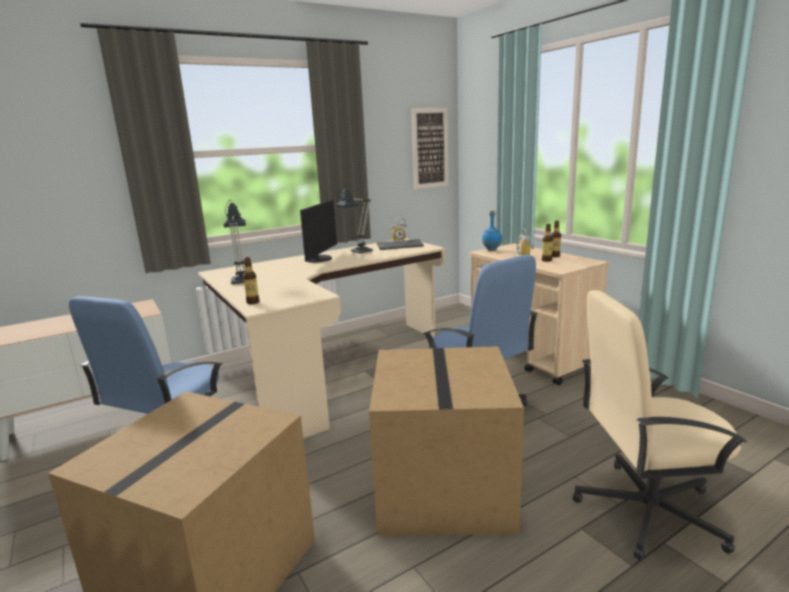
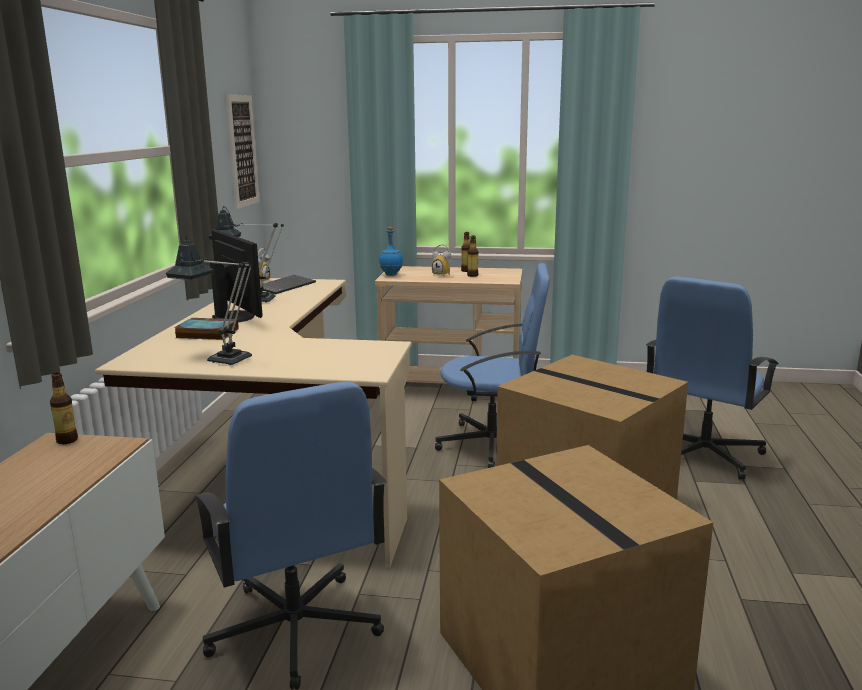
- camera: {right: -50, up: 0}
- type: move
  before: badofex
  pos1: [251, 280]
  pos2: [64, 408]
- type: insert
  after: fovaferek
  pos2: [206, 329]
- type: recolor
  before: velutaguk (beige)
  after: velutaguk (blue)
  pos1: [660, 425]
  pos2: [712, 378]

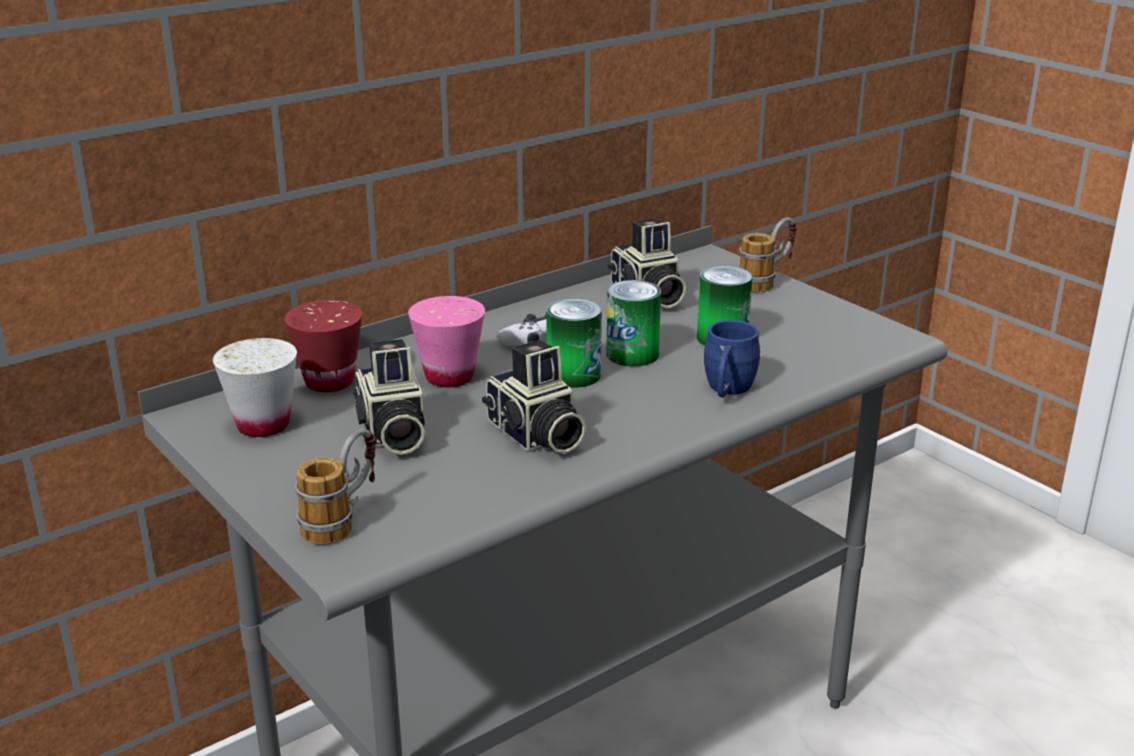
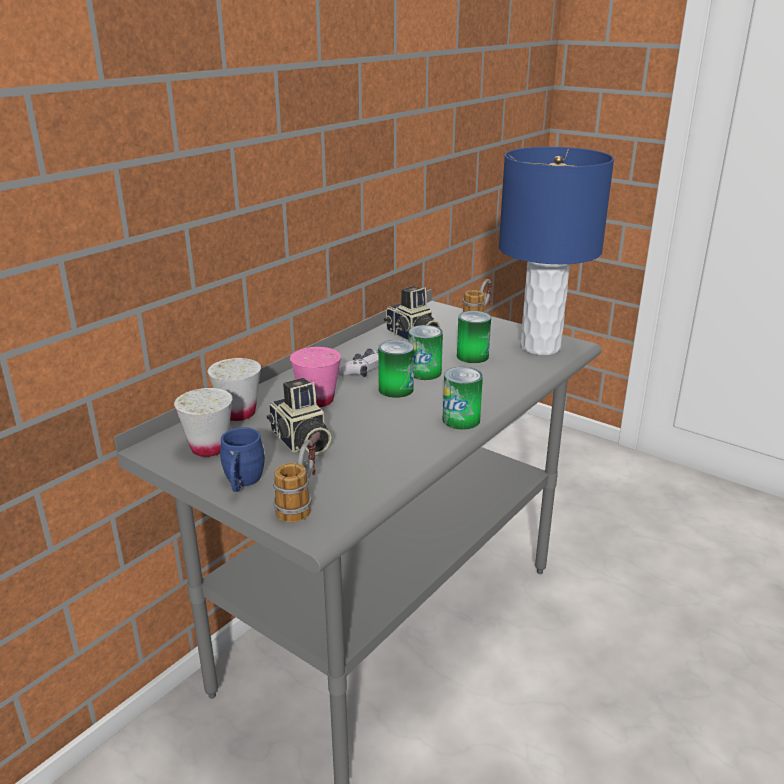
- camera: {right: -15, up: 0}
- type: recolor
  before: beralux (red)
  after: beralux (white)
  pos1: [323, 346]
  pos2: [234, 389]
- type: move
  before: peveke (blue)
  pos1: [732, 358]
  pos2: [242, 459]
- type: insert
  after: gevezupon
  pos2: [463, 398]
- type: insert
  after: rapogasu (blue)
  pos2: [556, 251]
- type: delete
  before: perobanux
  pos1: [534, 397]

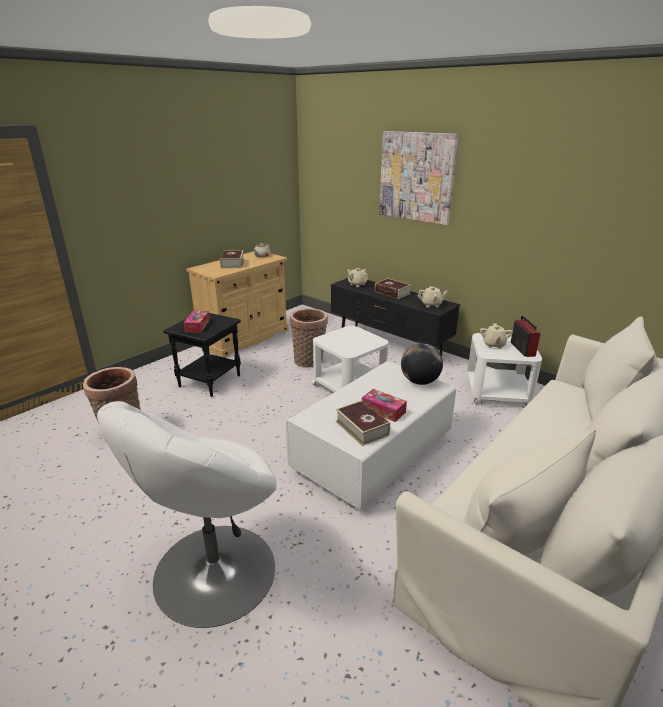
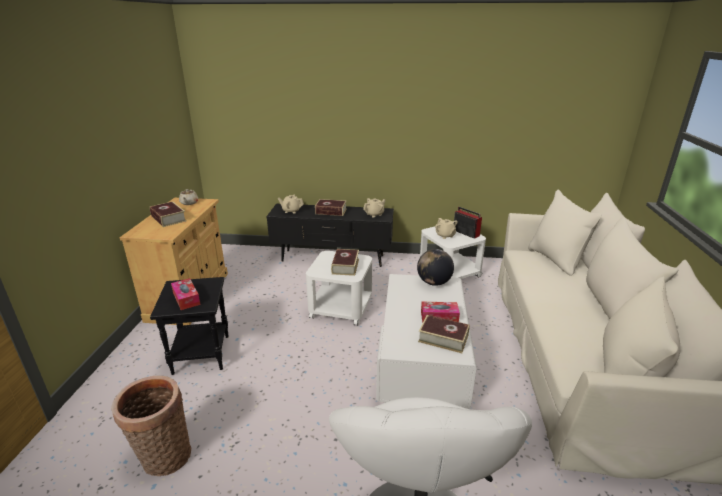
- camera: {right: -35, up: 0}
- type: insert
  after: fovaferek
  pos2: [345, 262]
- type: delete
  before: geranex
  pos1: [309, 338]
- type: delete
  before: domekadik
  pos1: [418, 178]

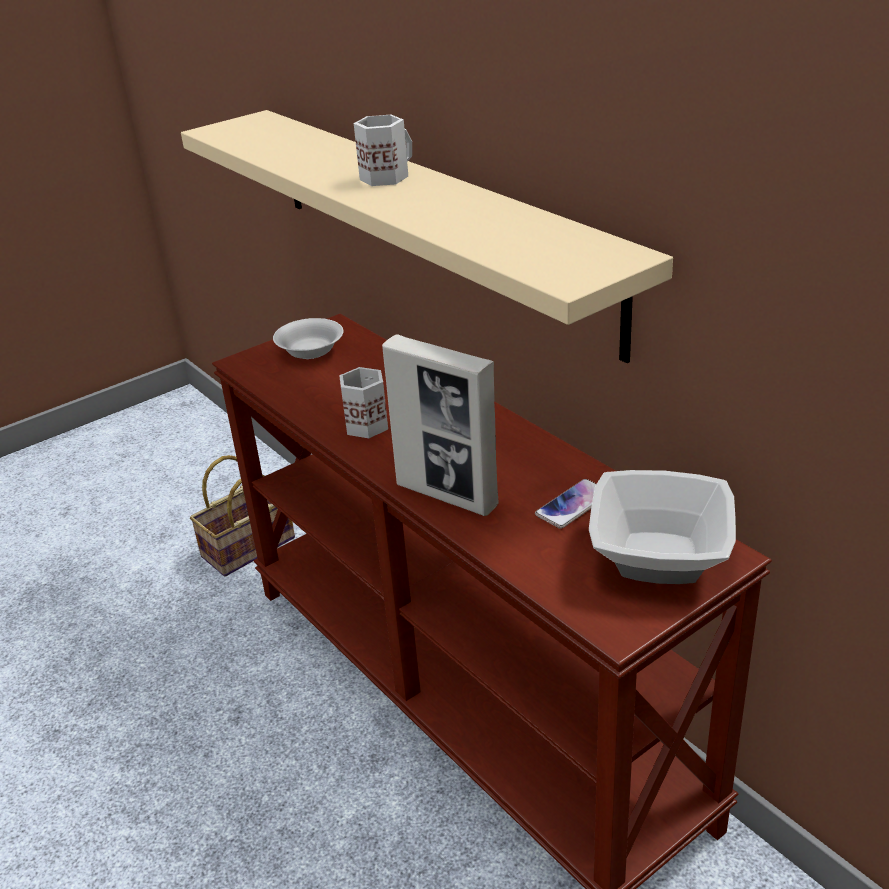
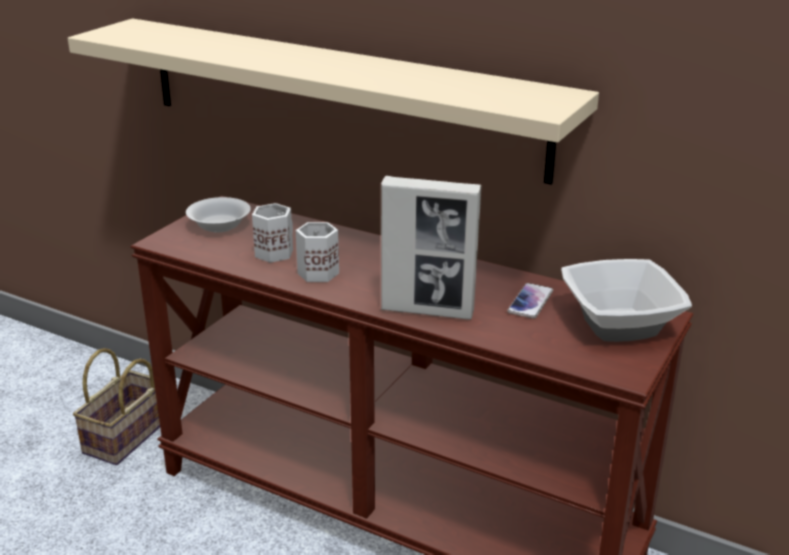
- camera: {right: -25, up: -5}
- type: move
  before: peveke (white)
  pos1: [383, 150]
  pos2: [272, 233]

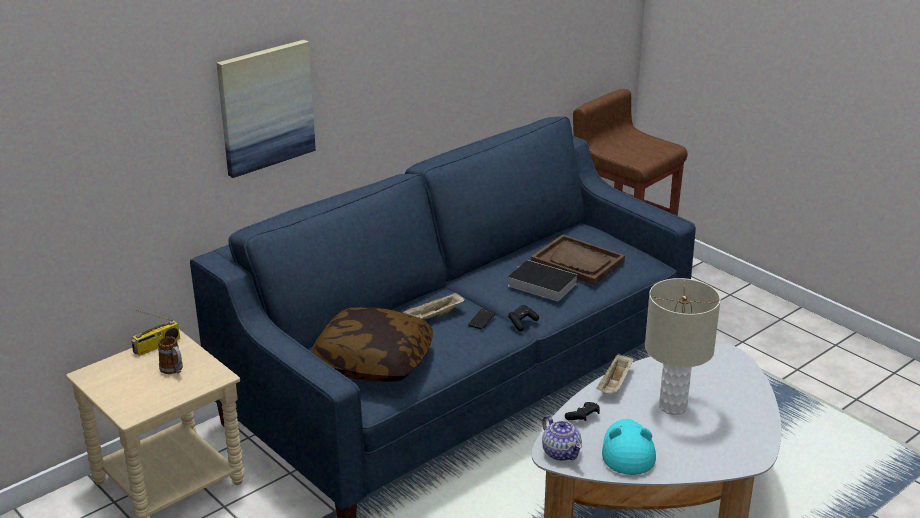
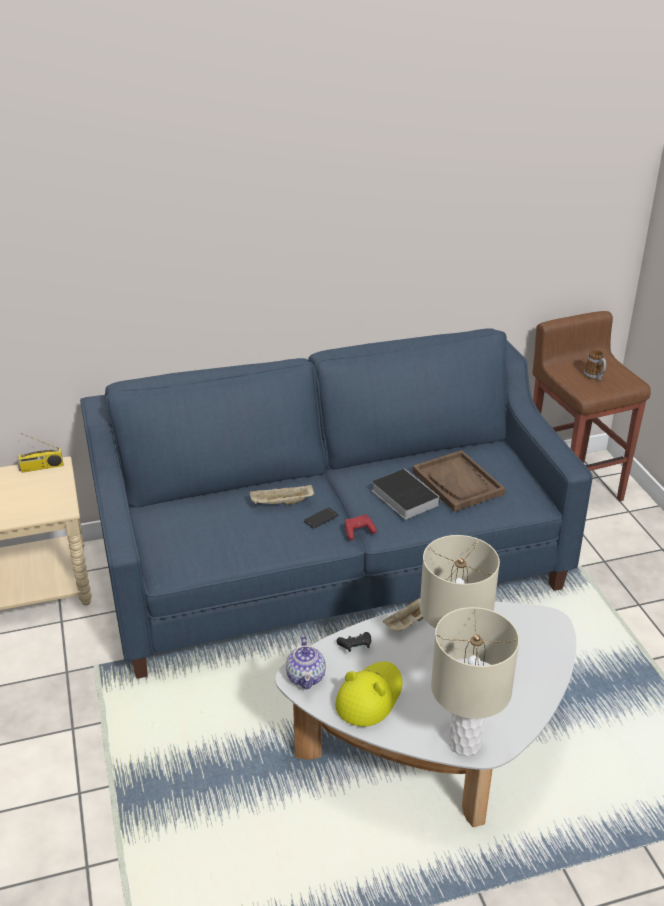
- camera: {right: 25, up: 5}
- type: recolor
  before: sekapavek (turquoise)
  after: sekapavek (yellow)
  pos1: [629, 447]
  pos2: [369, 694]
- type: recolor
  before: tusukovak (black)
  after: tusukovak (red)
  pos1: [523, 318]
  pos2: [361, 527]
- type: insert
  after: rapogasu (beige)
  pos2: [475, 681]
- type: move
  before: peveke
  pos1: [170, 355]
  pos2: [595, 364]
- type: delete
  before: domekadik
  pos1: [266, 109]
- type: delete
  before: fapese
  pos1: [372, 344]

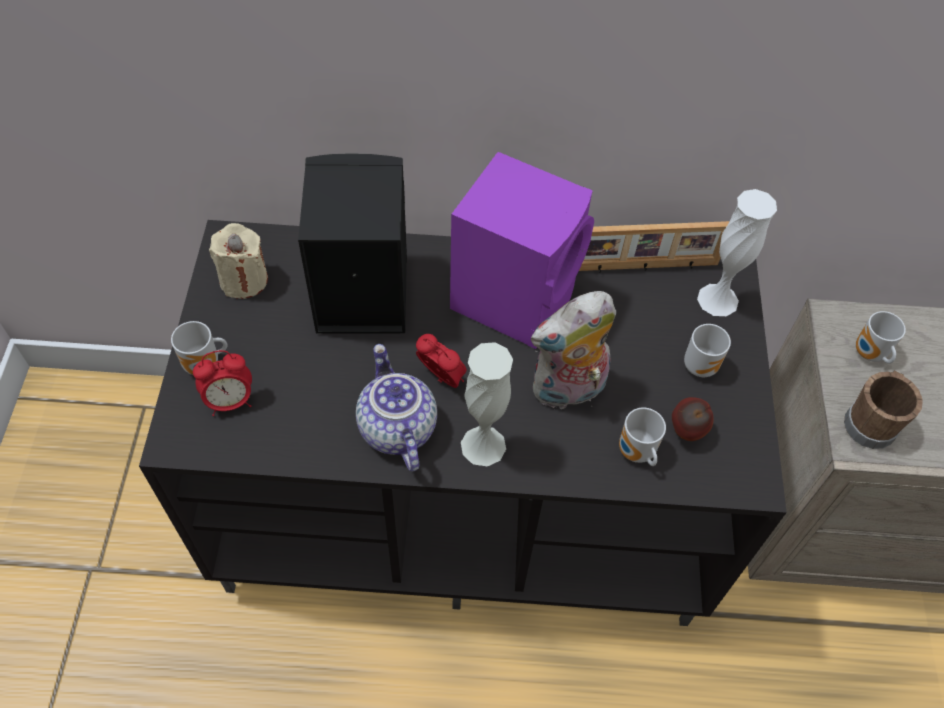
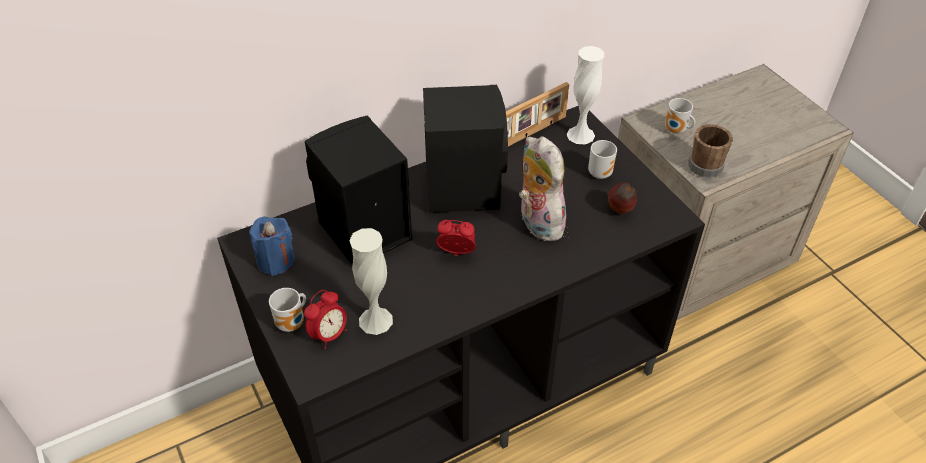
- camera: {right: -30, up: -10}
- type: recolor
  before: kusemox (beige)
  after: kusemox (blue)
  pos1: [238, 261]
  pos2: [272, 246]
- type: move
  before: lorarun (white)
  pos1: [487, 404]
  pos2: [371, 281]
- type: recolor
  before: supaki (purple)
  after: supaki (black)
  pos1: [522, 250]
  pos2: [465, 149]
- type: rotate
  before: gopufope
  pos1: [573, 350]
  pos2: [542, 188]
  turn: 120
- type: delete
  before: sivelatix
  pos1: [396, 408]
- type: delete
  before: peveke
  pos1: [642, 437]

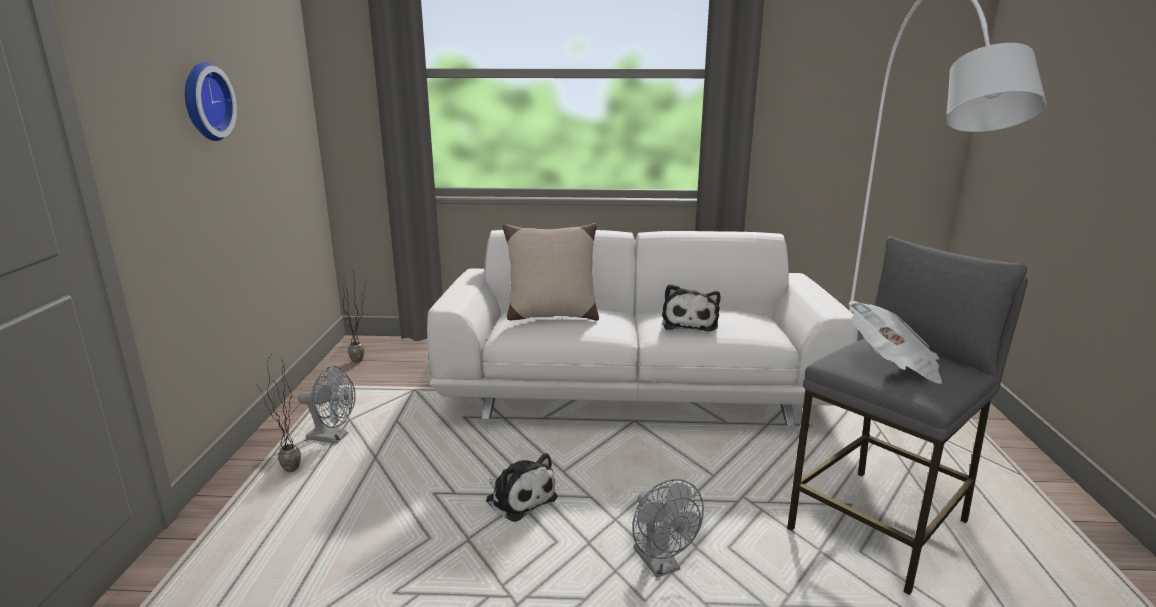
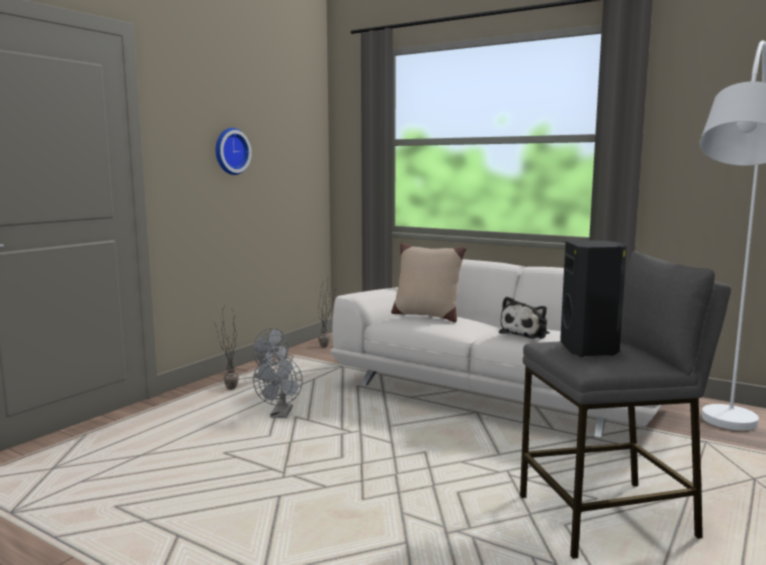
- camera: {right: 30, up: -10}
- type: move
  before: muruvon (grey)
  pos1: [668, 528]
  pos2: [278, 386]
- type: replace
  before: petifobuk
  after: supaki (black)
  pos1: [895, 342]
  pos2: [593, 298]
- type: delete
  before: gopufope
  pos1: [522, 487]

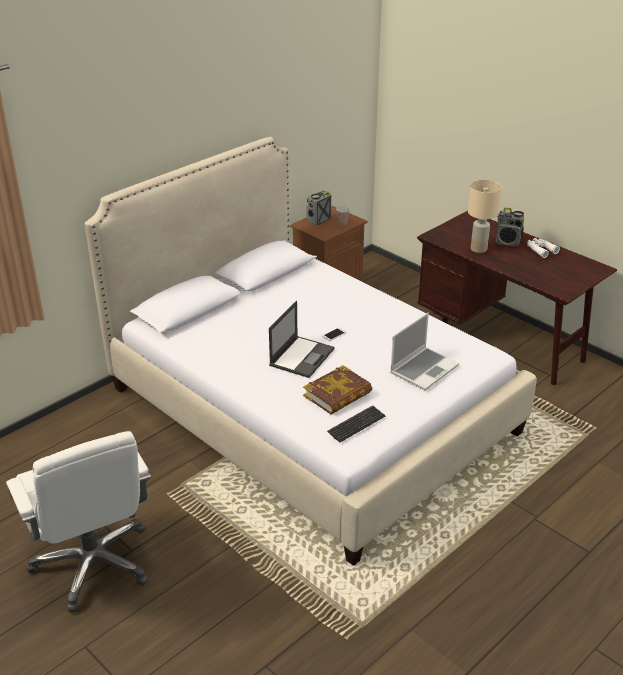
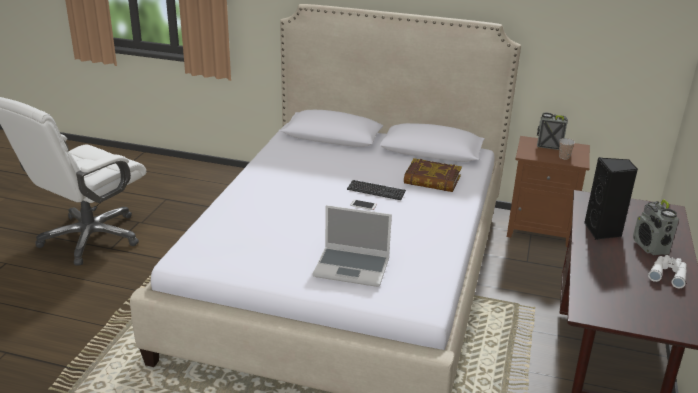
- camera: {right: 60, up: -5}
- type: move
  before: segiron
  pos1: [356, 424]
  pos2: [376, 190]
- type: move
  before: fovaferek
  pos1: [337, 389]
  pos2: [433, 175]
- type: replace
  before: rapogasu (beige)
  after: supaki (black)
  pos1: [485, 216]
  pos2: [611, 198]
- type: delete
  before: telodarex
  pos1: [301, 339]

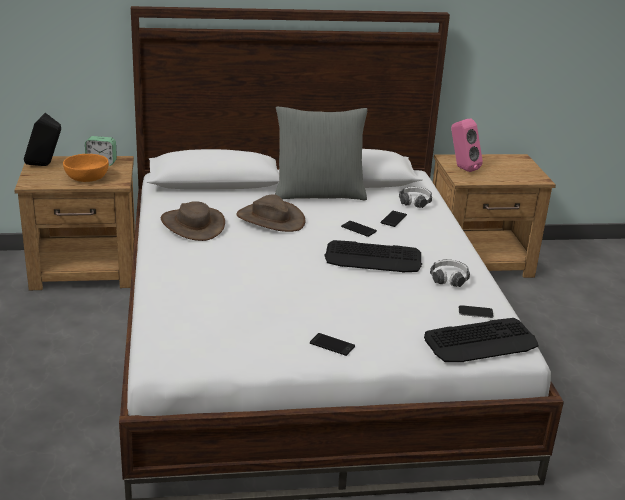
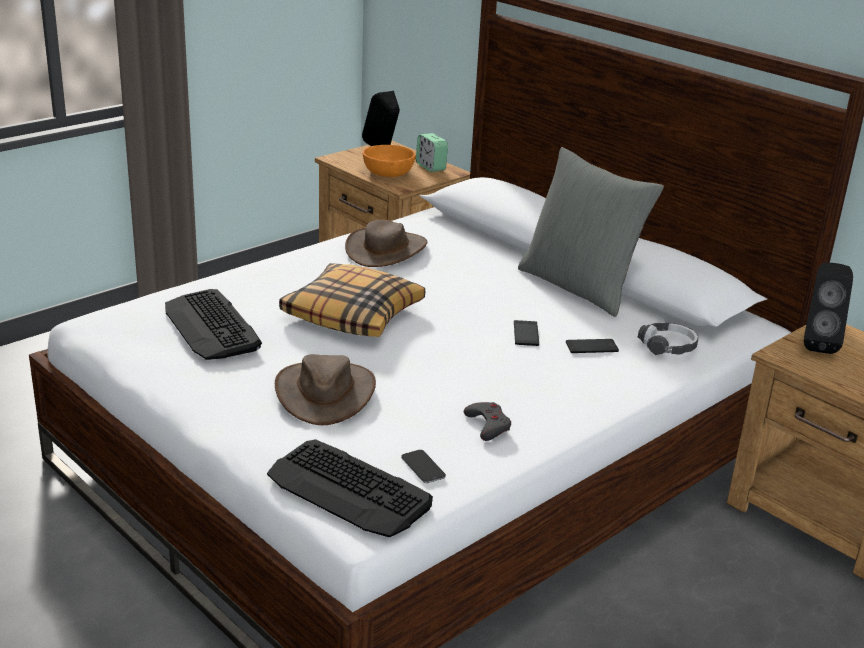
- camera: {right: 55, up: 0}
- type: move
  before: segiron
  pos1: [373, 256]
  pos2: [213, 324]
- type: move
  before: sekapavek (brown)
  pos1: [271, 213]
  pos2: [325, 389]
- type: insert
  after: fapese
  pos2: [352, 300]
- type: replace
  before: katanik
  after: tusukovak (grey)
  pos1: [450, 273]
  pos2: [487, 421]
- type: recolor
  before: supaki (pink)
  after: supaki (black)
  pos1: [467, 145]
  pos2: [828, 308]
- type: delete
  before: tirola
  pos1: [332, 344]

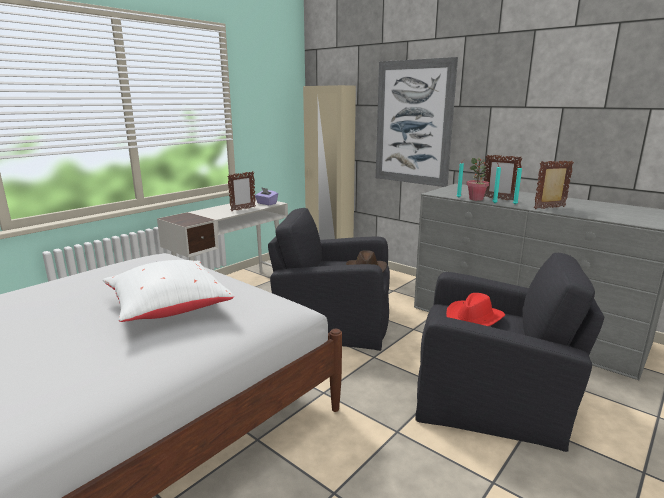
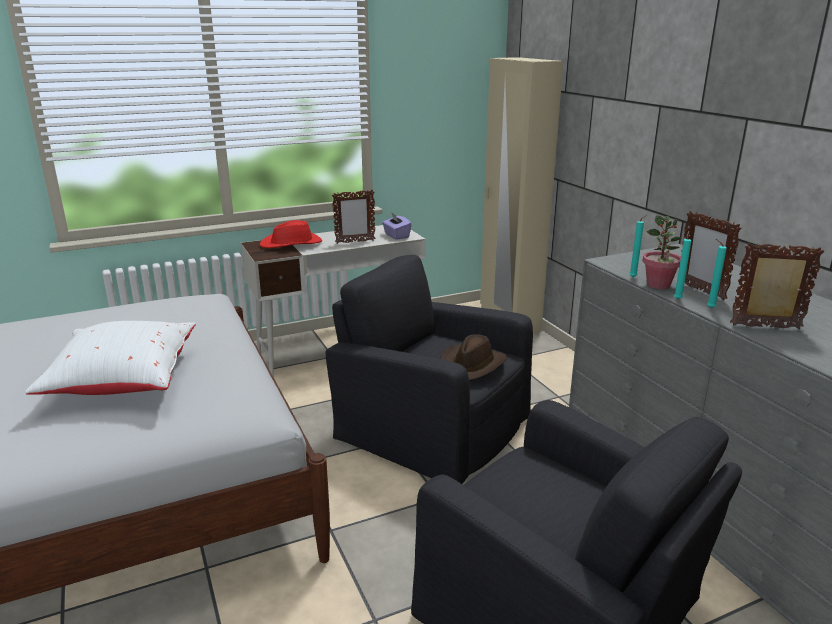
- camera: {right: 25, up: 5}
- type: move
  before: sekapavek (red)
  pos1: [475, 309]
  pos2: [291, 234]
- type: delete
  before: domekadik
  pos1: [417, 122]

